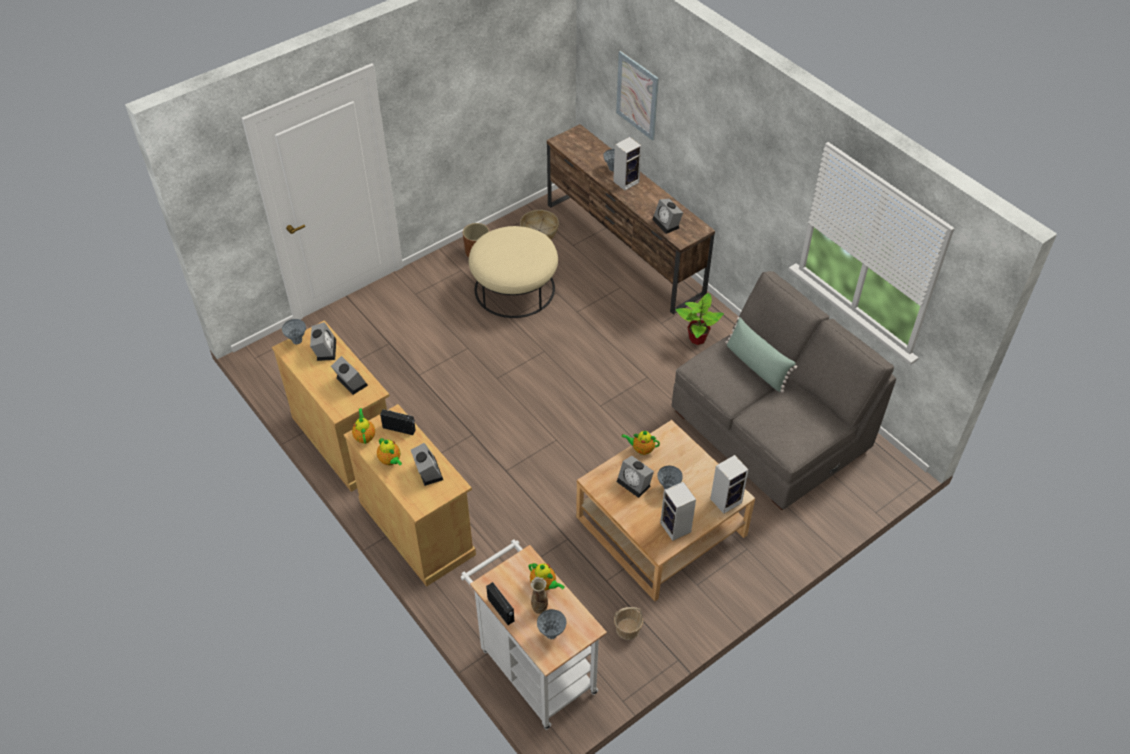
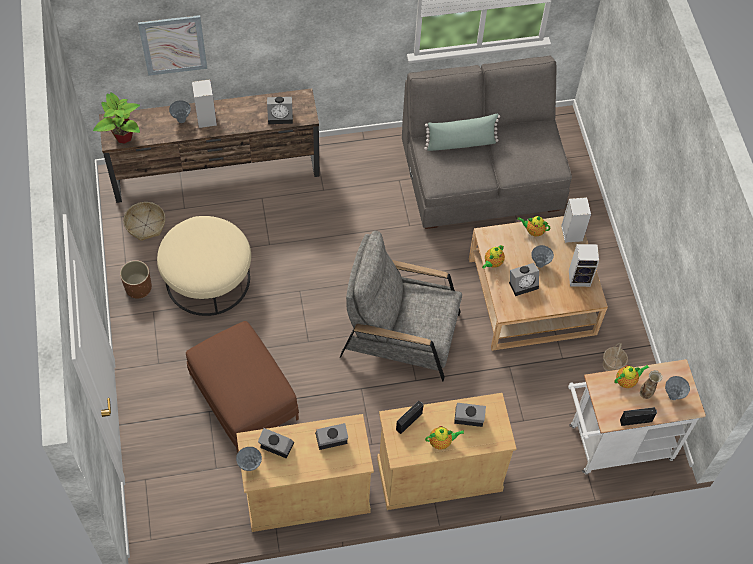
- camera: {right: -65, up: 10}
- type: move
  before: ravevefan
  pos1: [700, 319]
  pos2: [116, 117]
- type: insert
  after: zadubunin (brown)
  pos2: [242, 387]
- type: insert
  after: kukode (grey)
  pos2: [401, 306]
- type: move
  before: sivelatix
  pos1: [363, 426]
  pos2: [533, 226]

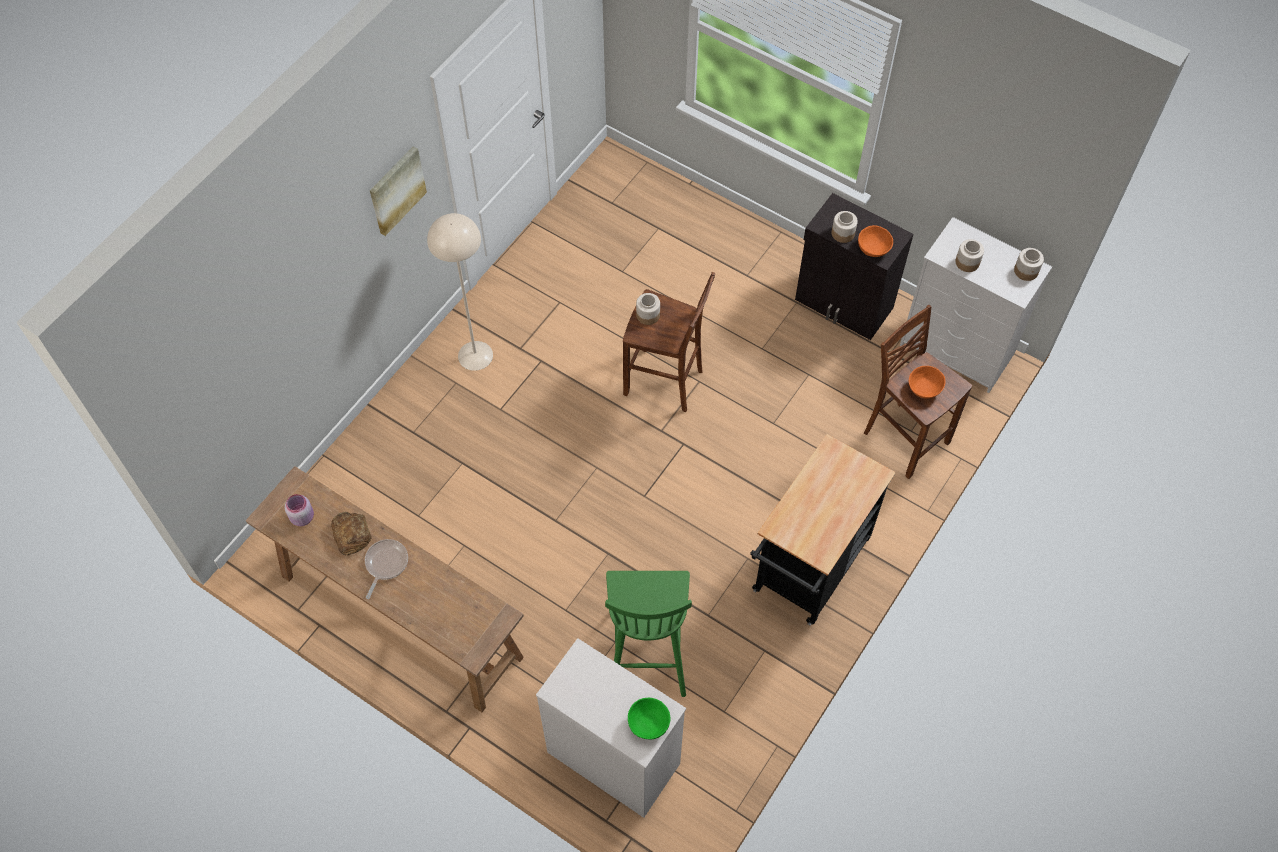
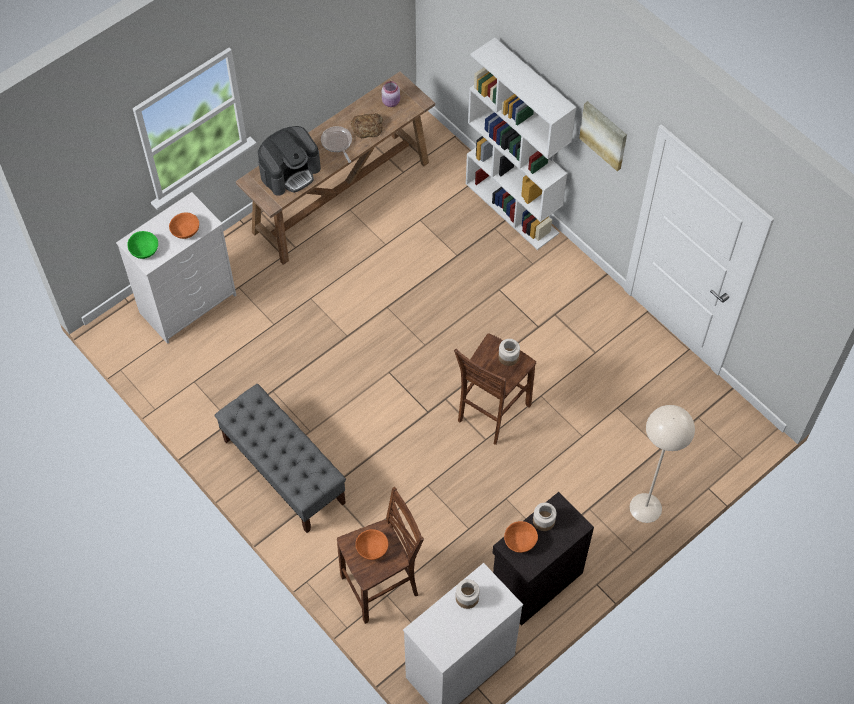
- camera: {right: 105, up: 0}
- type: insert
  after: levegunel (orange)
  pos2: [184, 226]
- type: replace
  before: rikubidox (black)
  after: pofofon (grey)
  pos1: [823, 529]
  pos2: [280, 458]
- type: insert
  after: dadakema
  pos2: [289, 161]
- type: rotate
  before: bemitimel
  pos1: [386, 569]
  pos2: [336, 144]
  turn: -150
- type: insert
  after: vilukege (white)
  pos2: [521, 144]
- type: move
  before: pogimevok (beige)
  pos1: [460, 292]
  pos2: [662, 464]
- type: delete
  before: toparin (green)
  pos1: [648, 634]
- type: delete
  before: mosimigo
  pos1: [1029, 264]

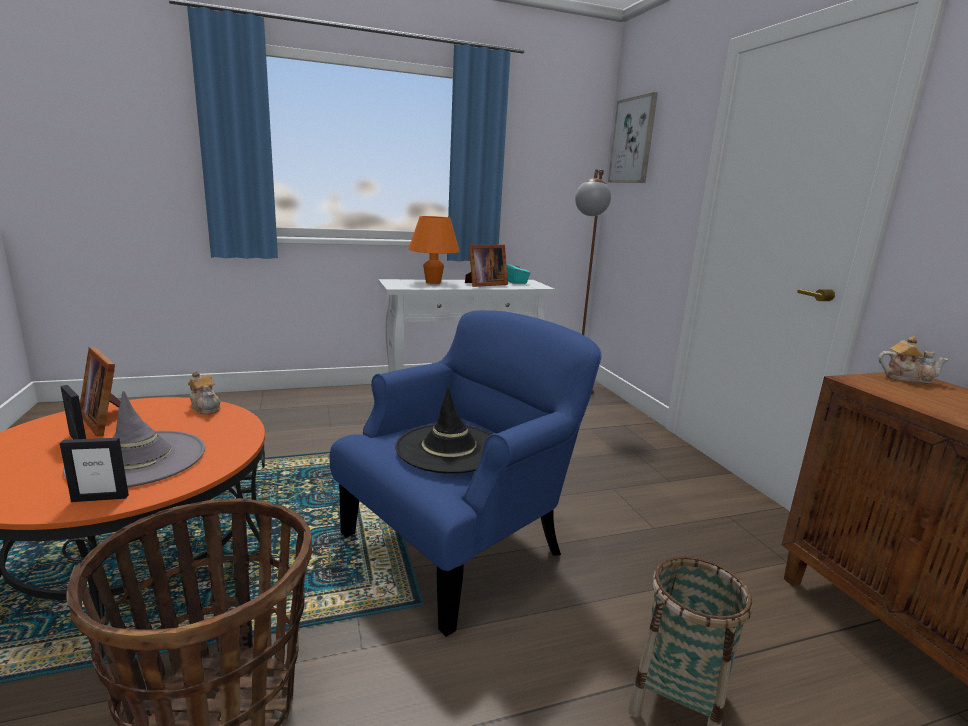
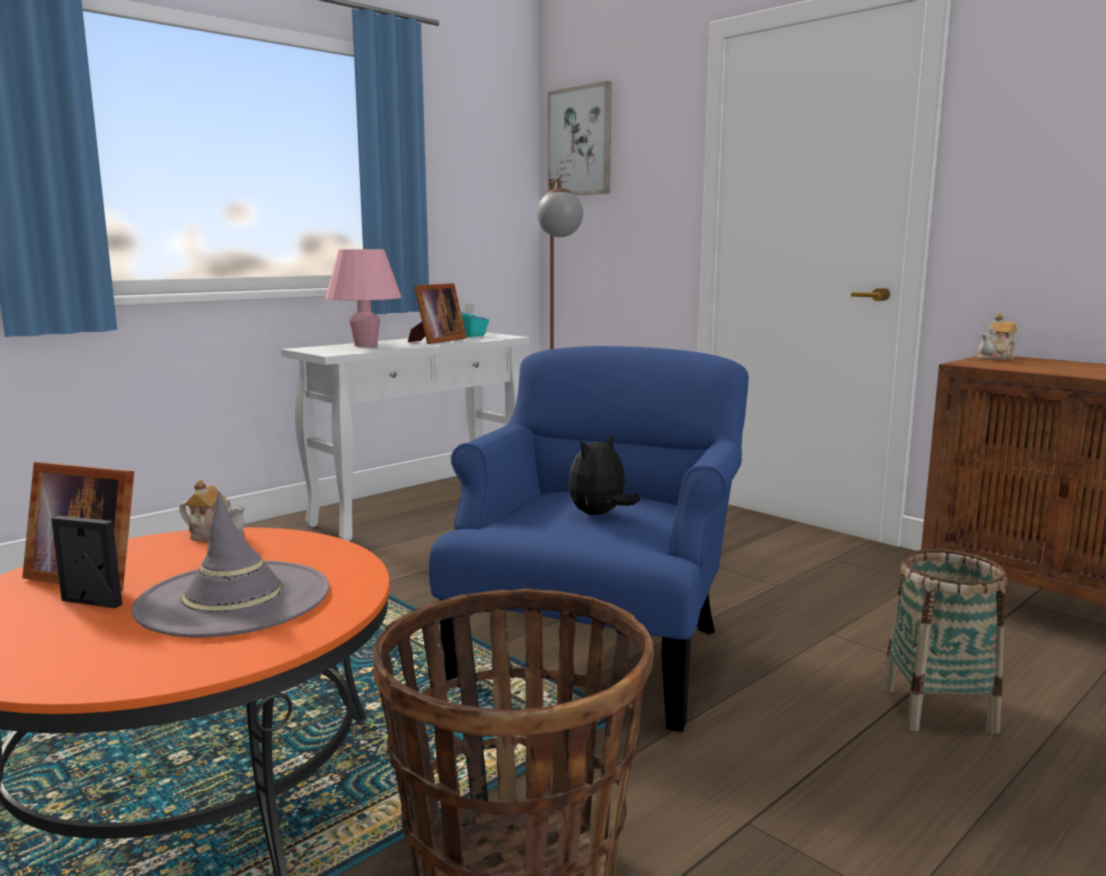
- camera: {right: -25, up: -5}
- type: recolor
  before: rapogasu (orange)
  after: rapogasu (pink)
  pos1: [434, 250]
  pos2: [363, 298]
- type: replace
  before: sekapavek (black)
  after: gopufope
  pos1: [443, 430]
  pos2: [604, 474]
- type: rotate
  before: sivelatix
  pos1: [913, 360]
  pos2: [997, 337]
  turn: 150
- type: delete
  before: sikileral
  pos1: [94, 470]

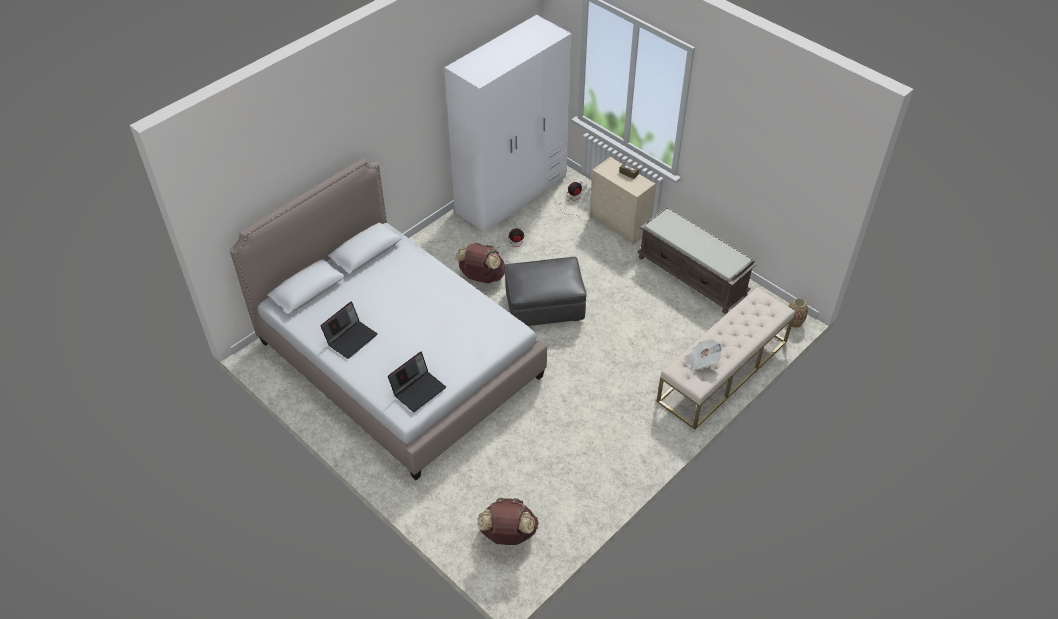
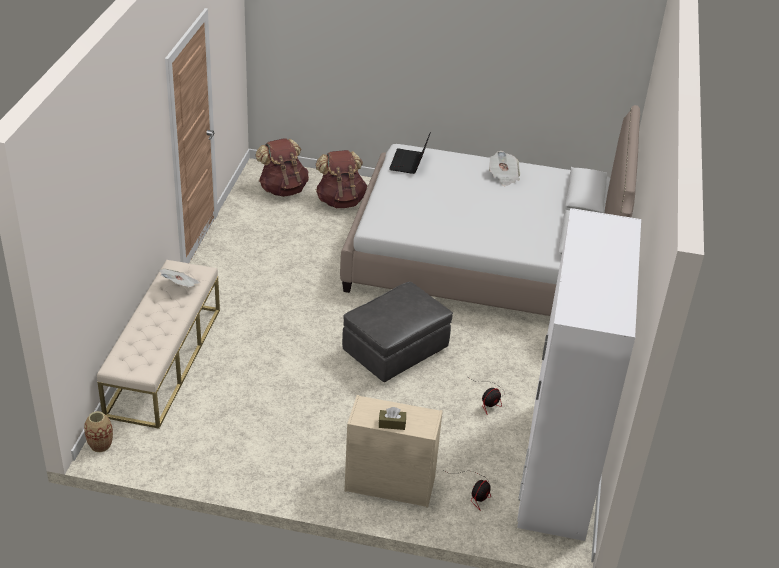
- camera: {right: 145, up: -10}
- type: move
  before: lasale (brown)
  pos1: [480, 263]
  pos2: [341, 179]
- type: replace
  before: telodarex
  after: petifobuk
  pos1: [349, 330]
  pos2: [504, 168]
- type: delete
  before: pofofon (brown)
  pos1: [697, 260]

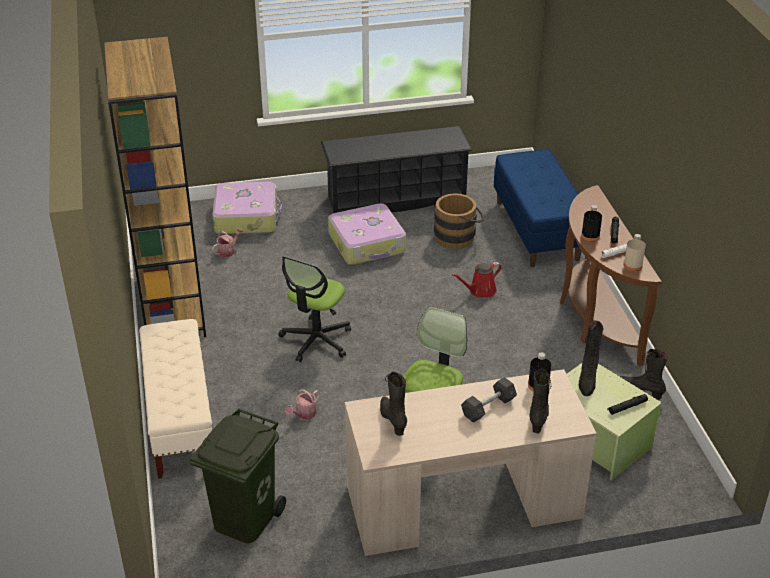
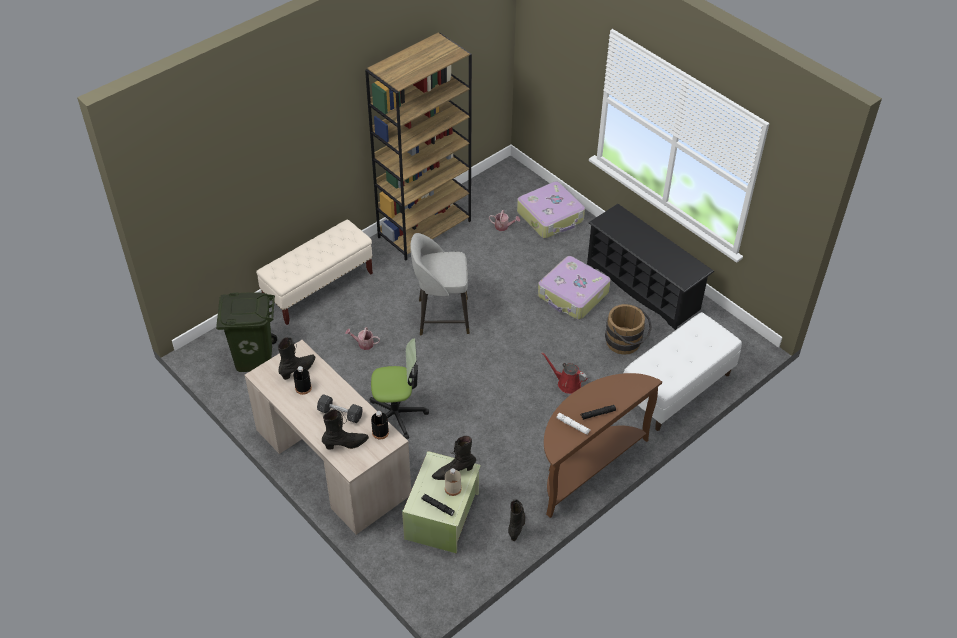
- camera: {right: 60, up: 10}
- type: move
  before: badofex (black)
  pos1: [591, 223]
  pos2: [302, 380]
- type: replace
  before: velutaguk
  after: toparin (grey)
  pos1: [314, 309]
  pos2: [440, 284]
- type: move
  before: badofex (beige)
  pos1: [634, 252]
  pos2: [453, 482]
- type: recolor
  before: pofofon (blue)
  after: pofofon (white)
  pos1: [538, 208]
  pos2: [683, 371]

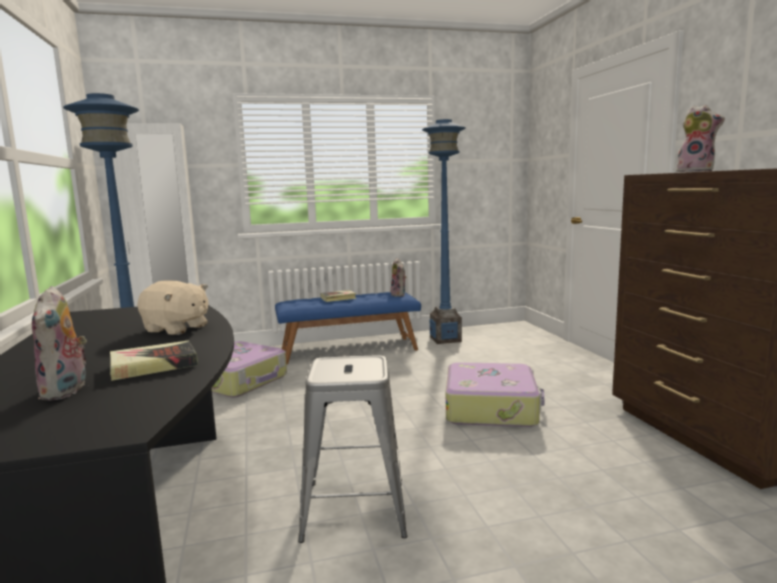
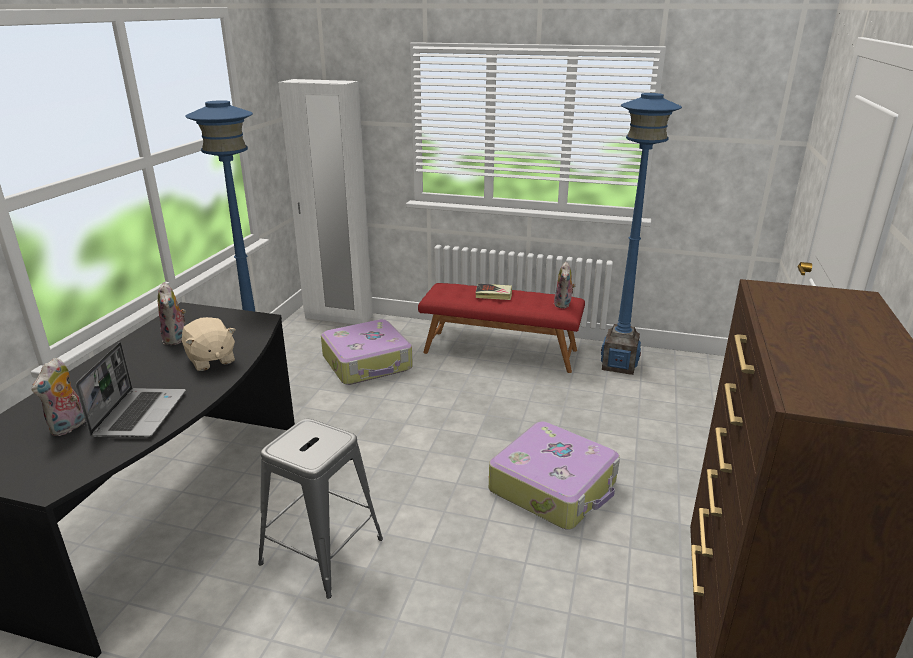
- camera: {right: 30, up: 15}
- type: replace
  before: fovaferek
  after: telodarex
  pos1: [154, 360]
  pos2: [131, 390]
- type: move
  before: gopufope
  pos1: [700, 138]
  pos2: [172, 313]
- type: recolor
  before: pofofon (blue)
  after: pofofon (red)
  pos1: [348, 328]
  pos2: [501, 328]

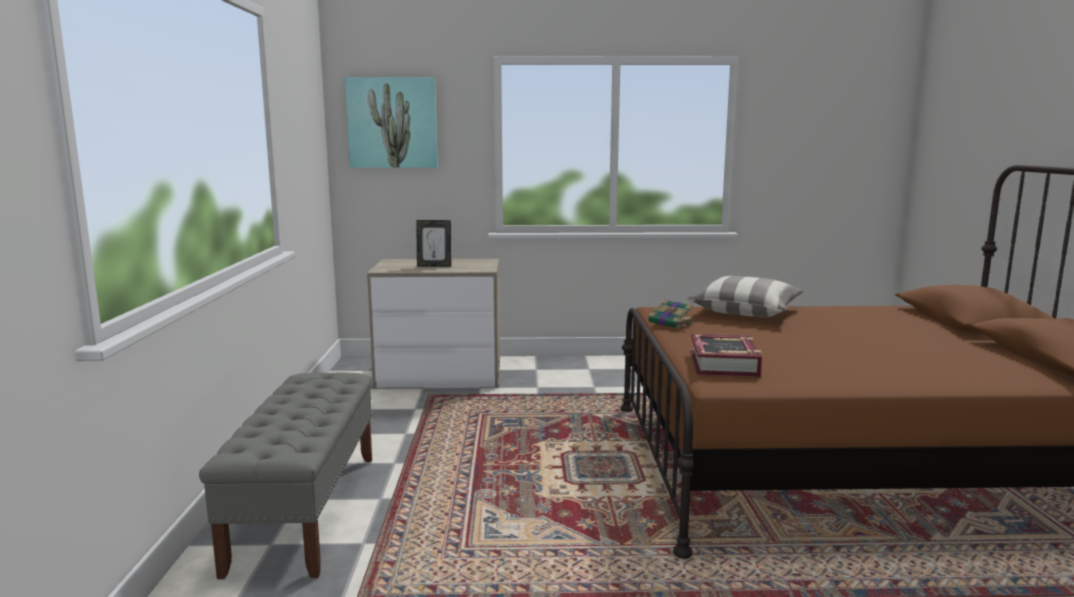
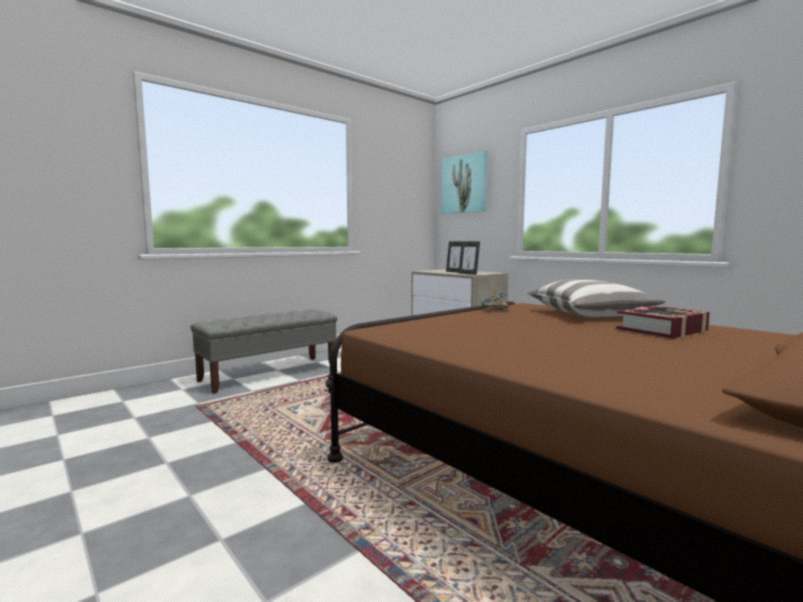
- camera: {right: 50, up: -5}
- type: insert
  after: sikileral
  pos2: [469, 258]
- type: move
  before: fovaferek
  pos1: [726, 355]
  pos2: [663, 321]

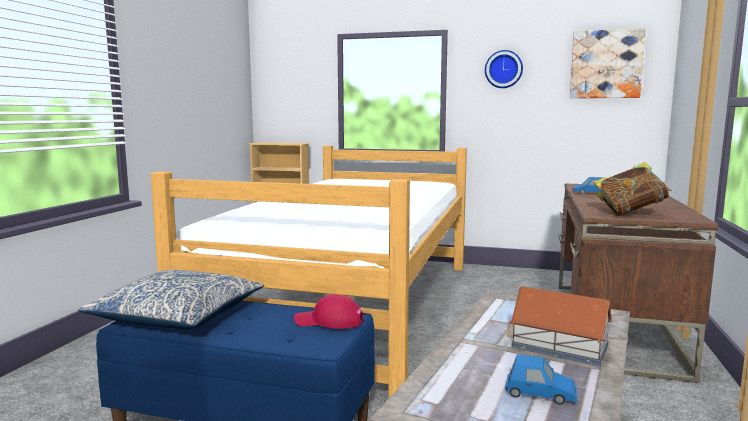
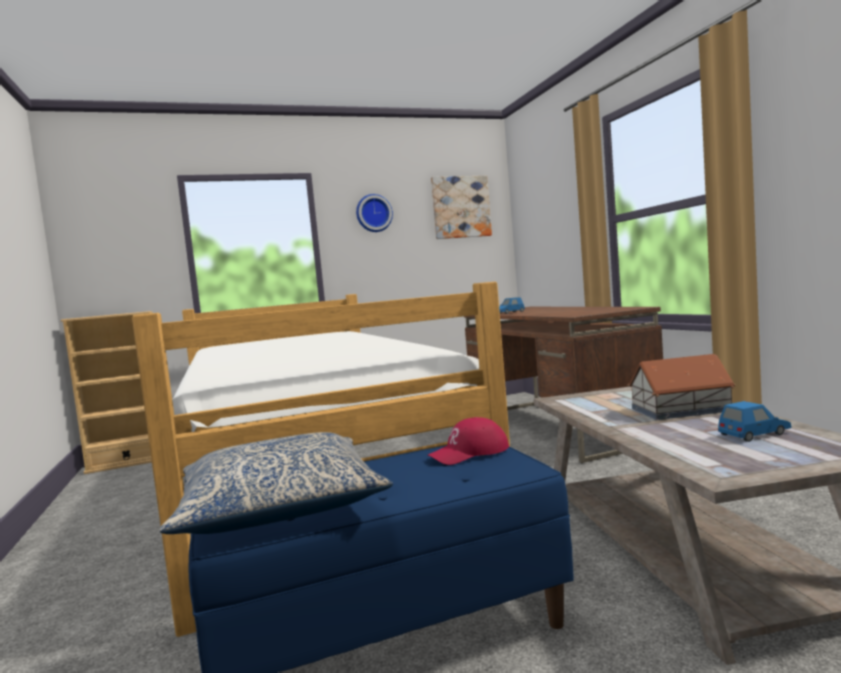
- camera: {right: -35, up: -5}
- type: delete
  before: fovaferek
  pos1: [632, 189]

